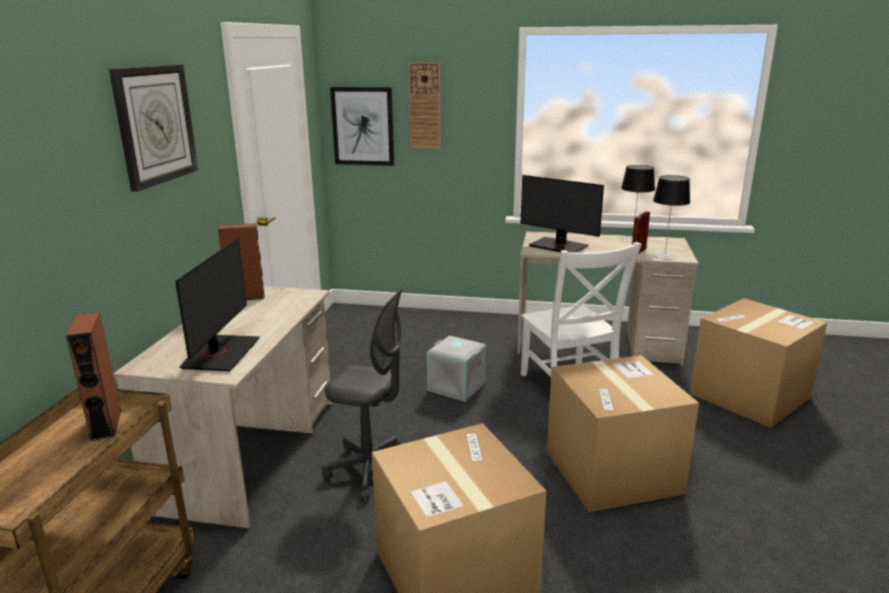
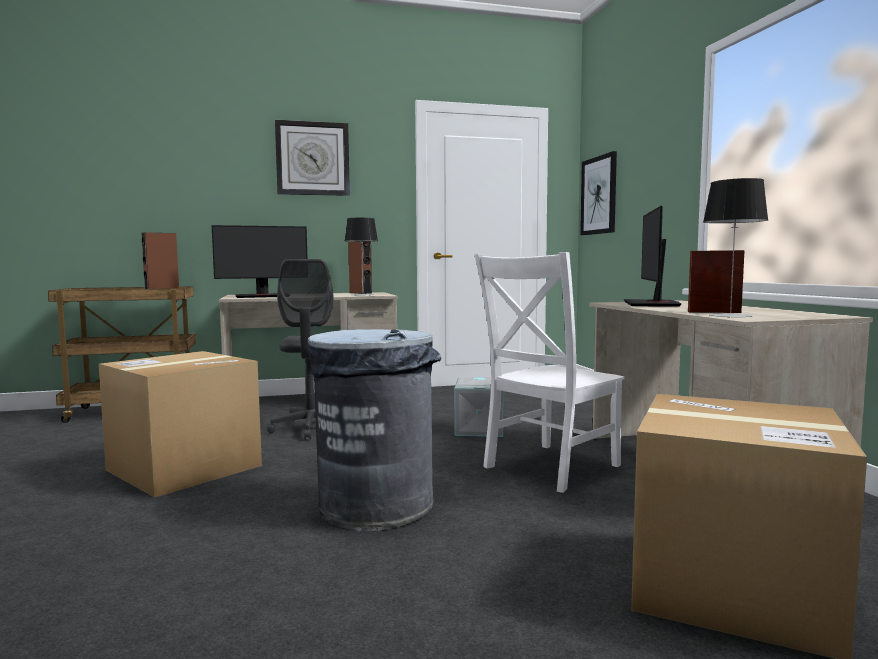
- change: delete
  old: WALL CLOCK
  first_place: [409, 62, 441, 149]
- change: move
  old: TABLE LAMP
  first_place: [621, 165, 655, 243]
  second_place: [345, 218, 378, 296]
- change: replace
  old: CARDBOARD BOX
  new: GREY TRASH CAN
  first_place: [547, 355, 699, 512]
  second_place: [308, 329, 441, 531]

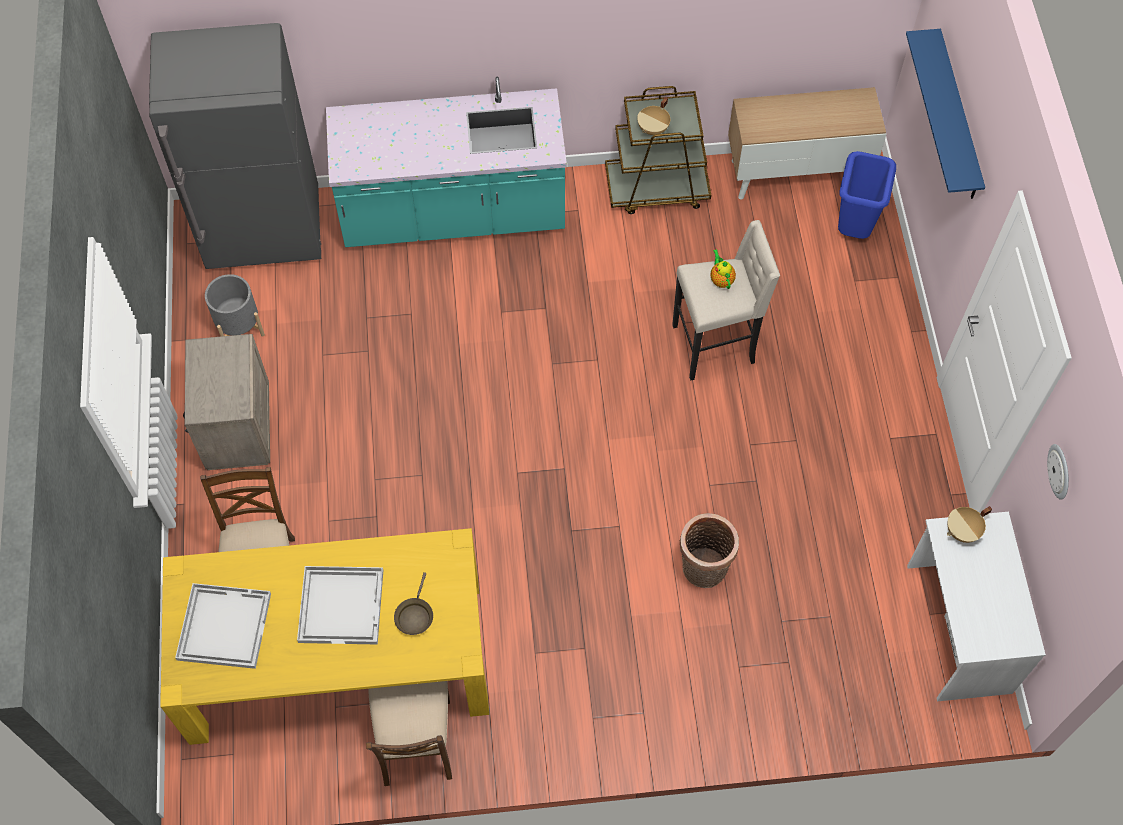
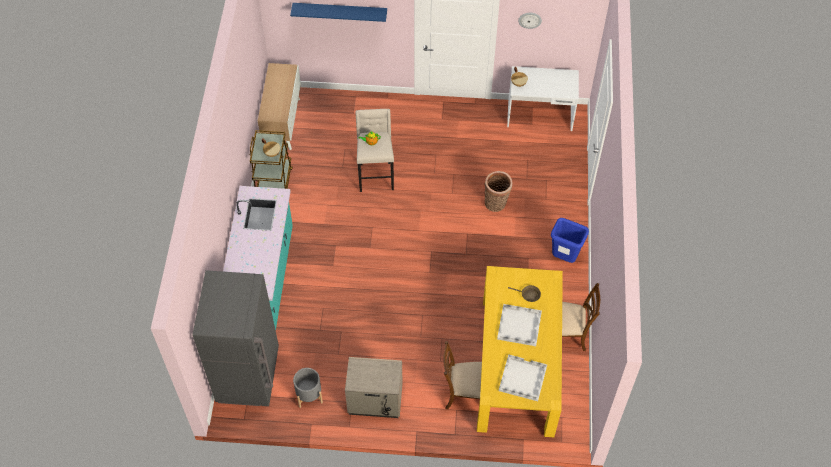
- change: move
  old: BLUE TRASH CAN
  first_place: [838, 151, 896, 239]
  second_place: [551, 218, 589, 263]

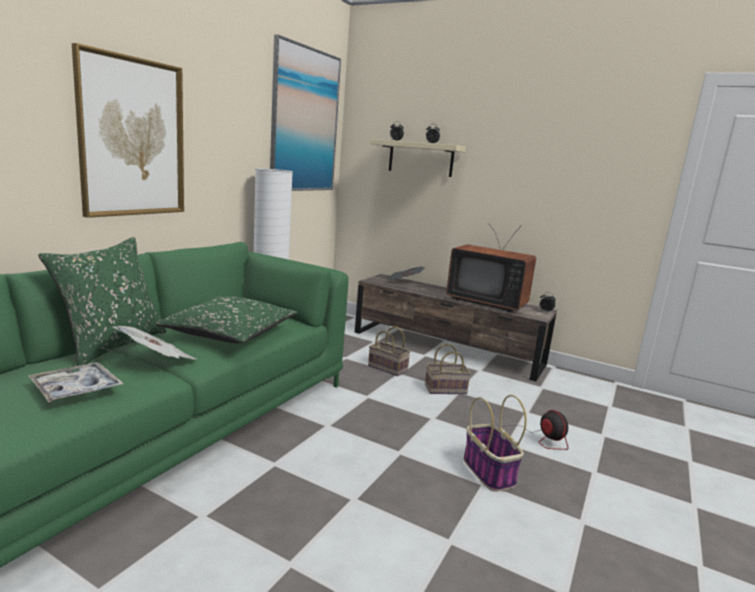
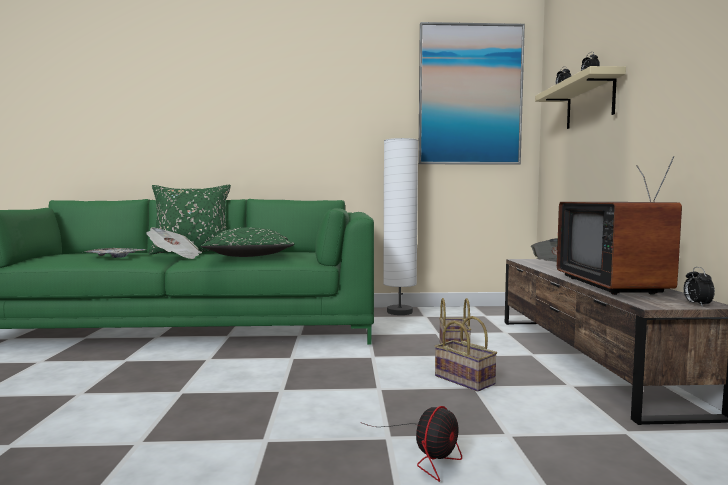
- change: delete
  old: PICTURE
  first_place: [72, 43, 184, 218]
- change: delete
  old: BASKET
  first_place: [464, 395, 527, 492]

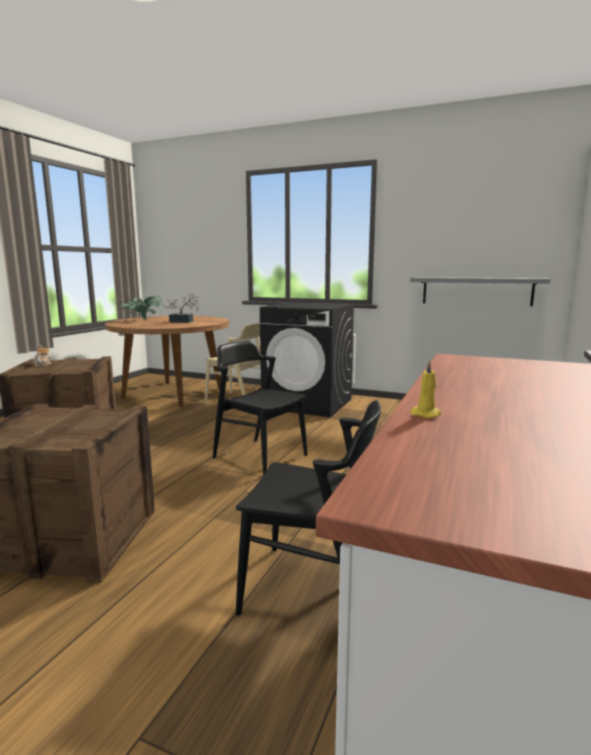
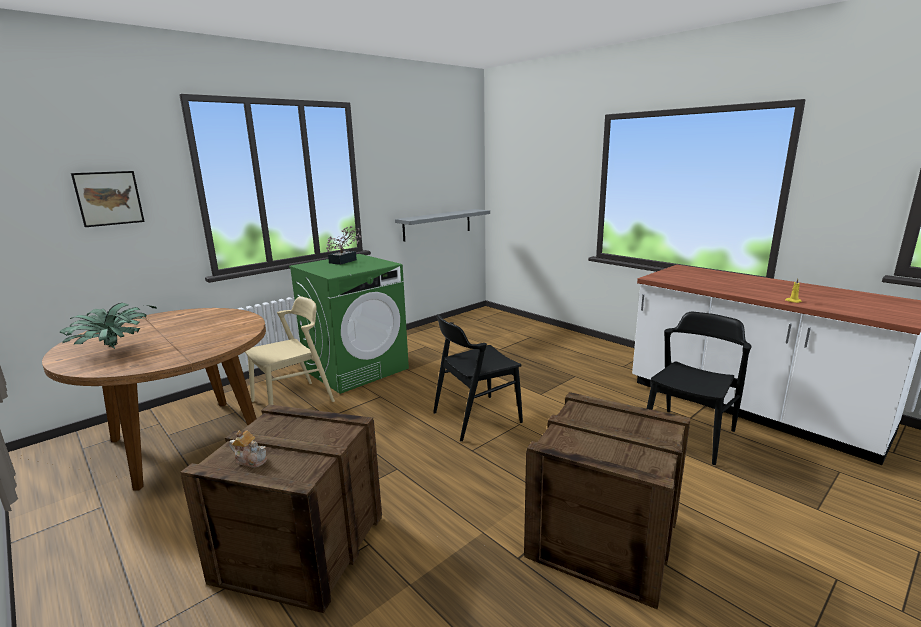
- change: insert
  new: PICTURE
  second_place: [71, 171, 145, 227]
- change: move
  old: POTTED PLANT
  first_place: [165, 293, 199, 323]
  second_place: [326, 226, 361, 265]
- change: recolor
  old: BLACK WASHING MACHINE
  new: GREEN WASHING MACHINE
  first_place: [260, 302, 355, 417]
  second_place: [289, 254, 409, 394]

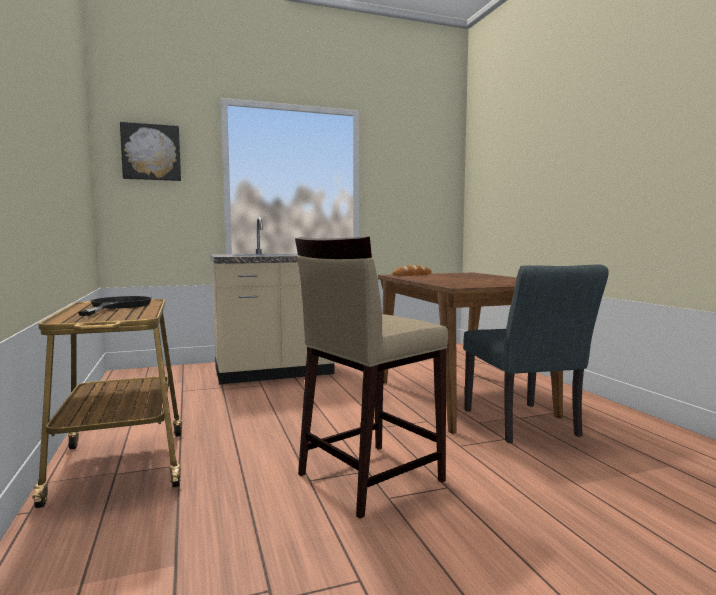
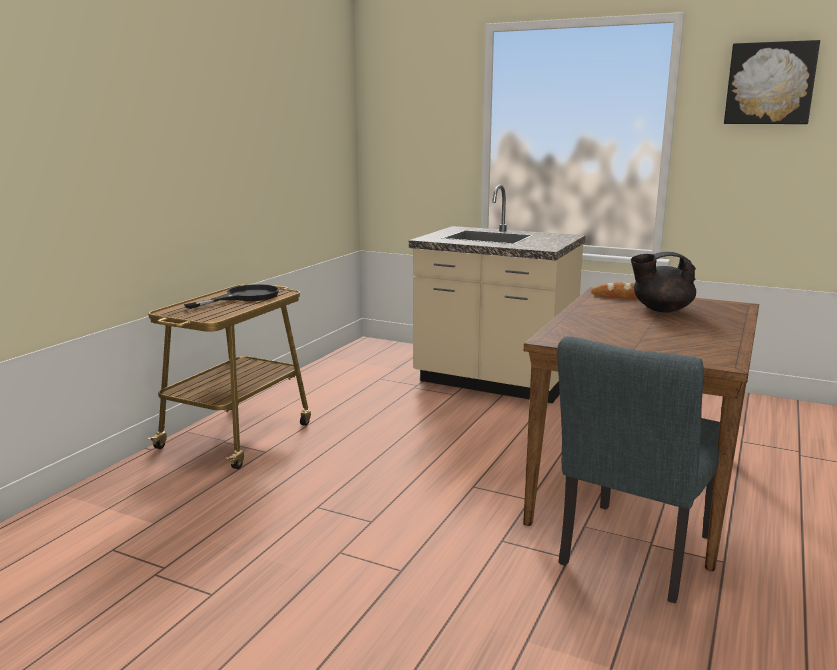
- change: delete
  old: BEIGE STOOL
  first_place: [295, 237, 448, 519]
- change: insert
  new: BLACK TEAPOT
  second_place: [631, 252, 696, 313]
- change: move
  old: PICTURE
  first_place: [120, 122, 181, 181]
  second_place: [724, 40, 820, 124]

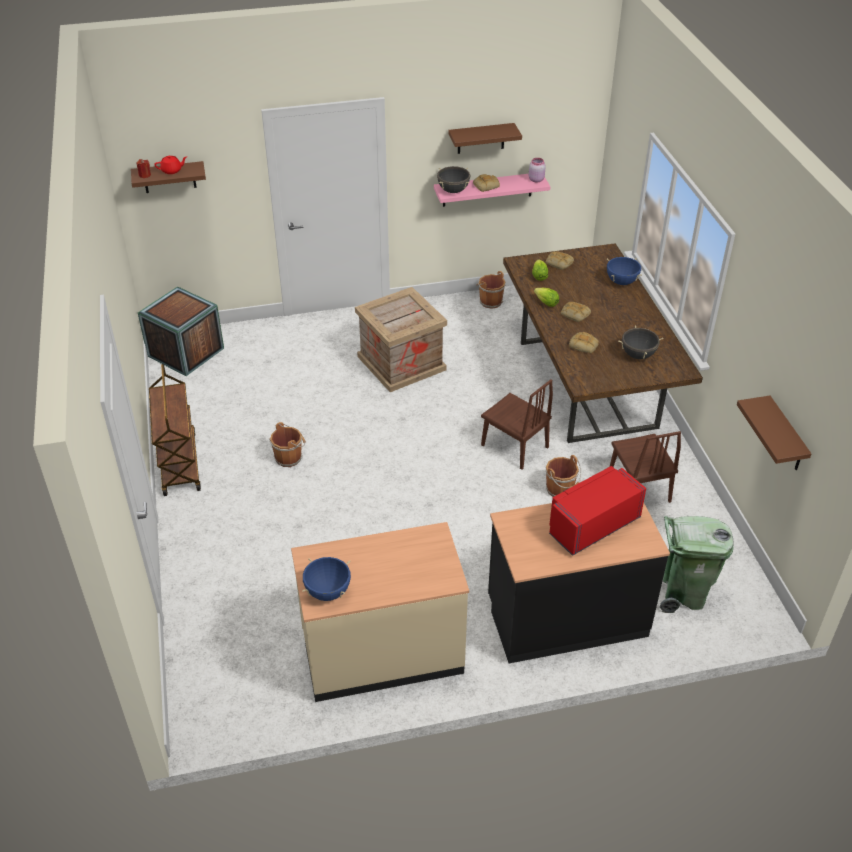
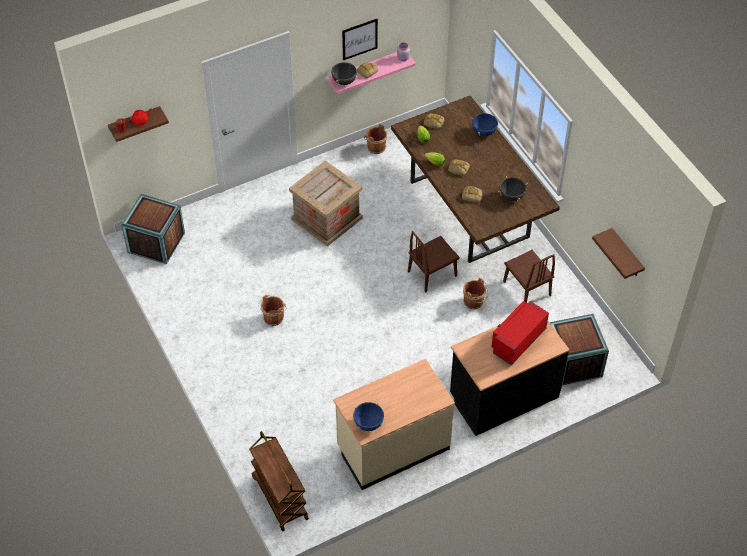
- change: move
  old: BROWN CART
  first_place: [149, 364, 201, 496]
  second_place: [249, 431, 309, 531]
- change: replace
  old: BROWN SHELF
  new: PICTURE
  first_place: [448, 123, 522, 154]
  second_place: [342, 19, 378, 60]
- change: replace
  old: GREEN TRASH CAN
  new: CRATE
  first_place: [660, 516, 734, 613]
  second_place: [549, 314, 609, 385]
- change: rotate
  old: BROWN CHAIR
  first_place: [481, 379, 553, 470]
  second_place: [408, 231, 460, 293]
  degrees: 120

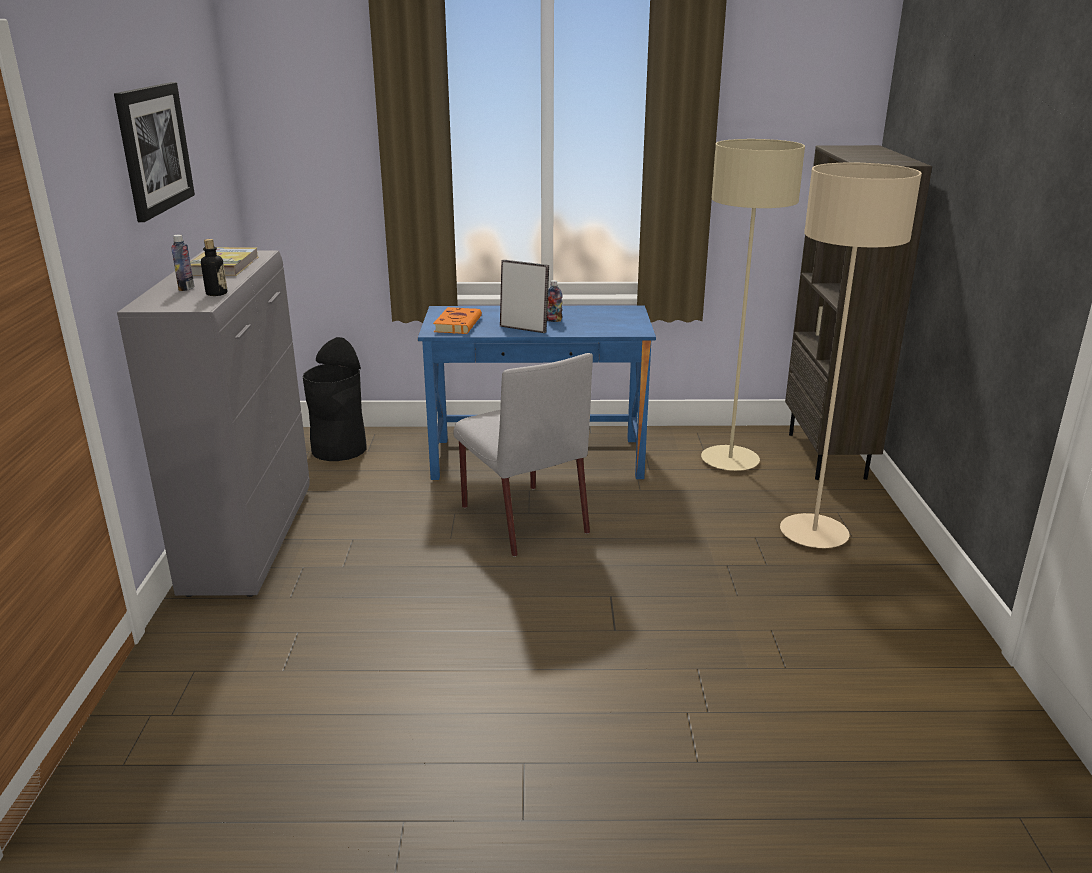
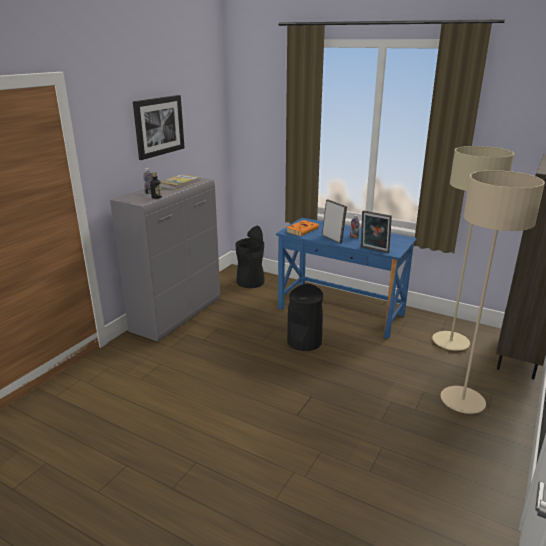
- change: insert
  new: PICTURE FRAME
  second_place: [361, 210, 392, 253]
- change: replace
  old: GREY CHAIR
  new: BLACK TRASH CAN
  first_place: [453, 353, 593, 557]
  second_place: [287, 284, 323, 351]

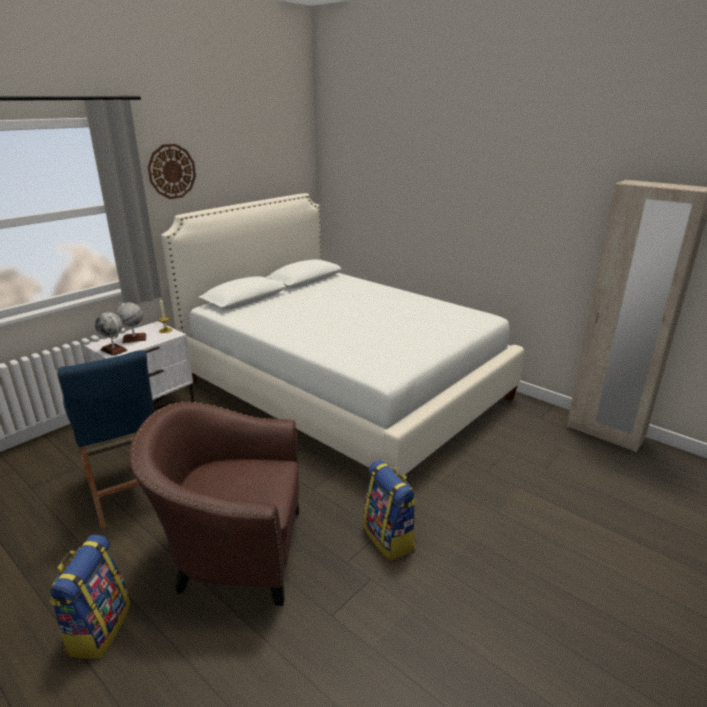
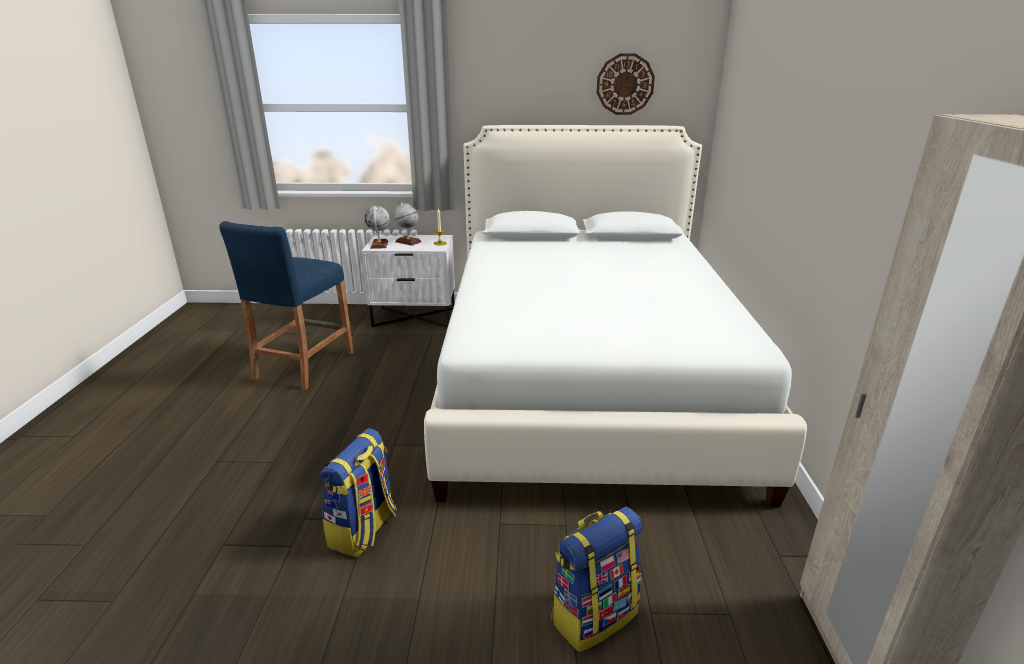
- change: delete
  old: BROWN ARMCHAIR
  first_place: [129, 401, 300, 606]
- change: move
  old: BACKPACK
  first_place: [49, 535, 130, 659]
  second_place: [551, 507, 643, 652]
- change: move
  old: WALL CLOCK
  first_place: [148, 144, 196, 199]
  second_place: [597, 53, 655, 115]

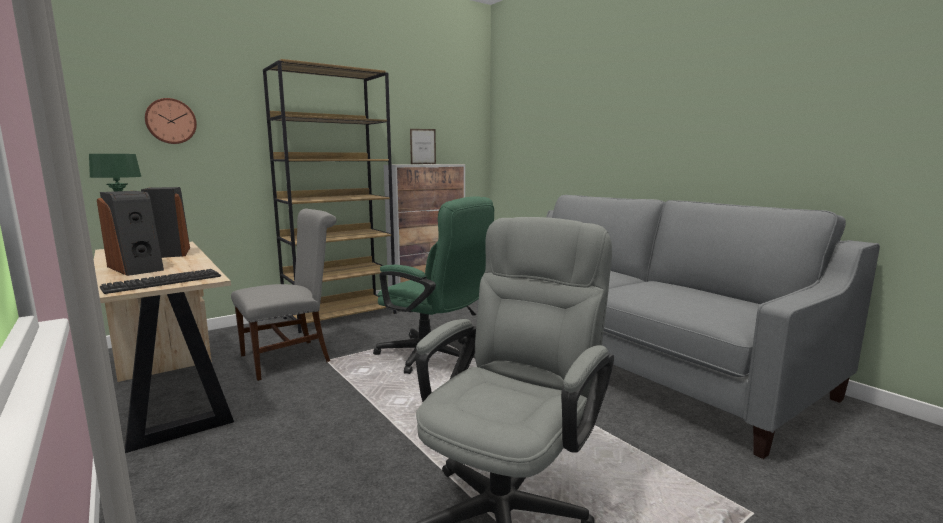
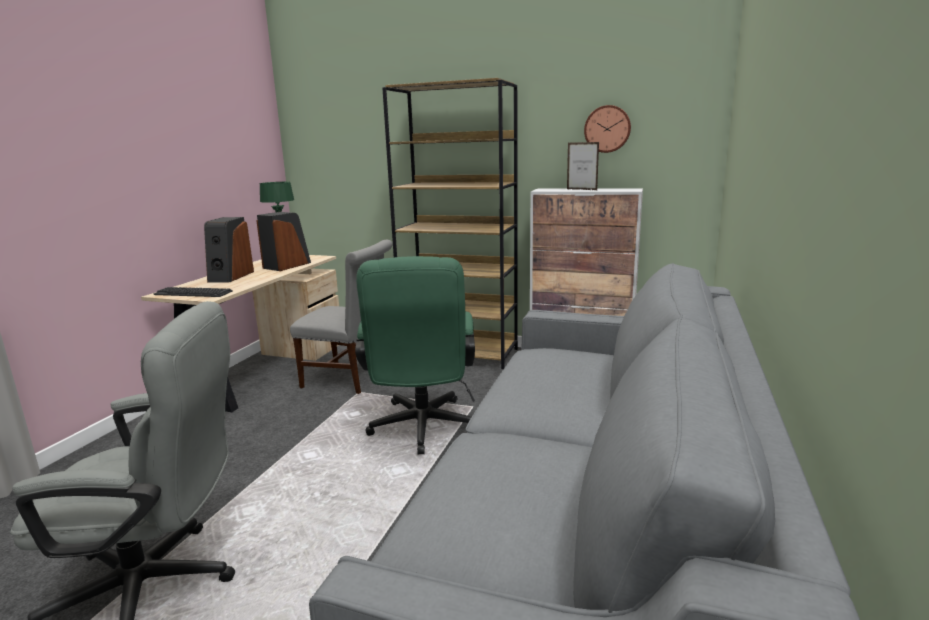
- change: move
  old: WALL CLOCK
  first_place: [145, 98, 197, 144]
  second_place: [584, 105, 631, 153]

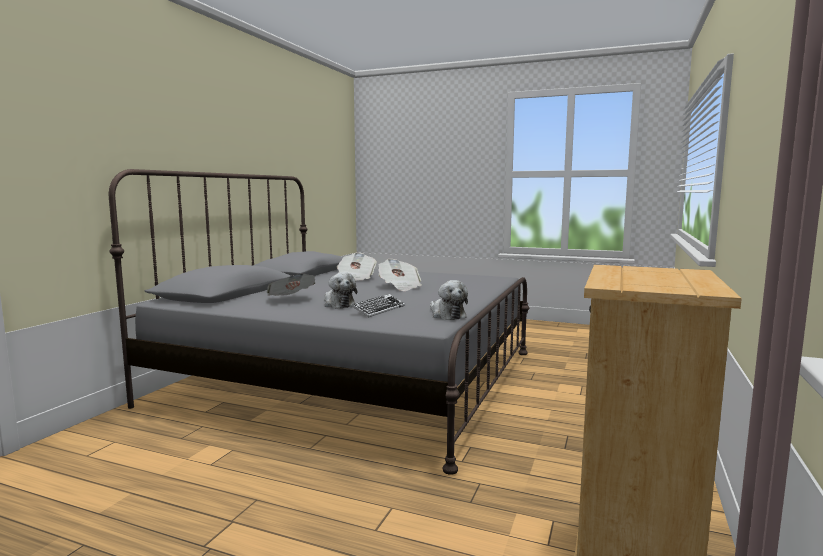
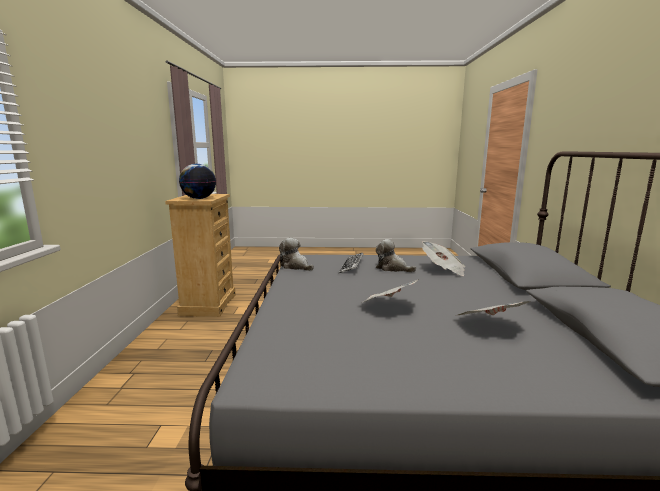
- change: insert
  new: GLOBE
  second_place: [179, 164, 216, 199]

